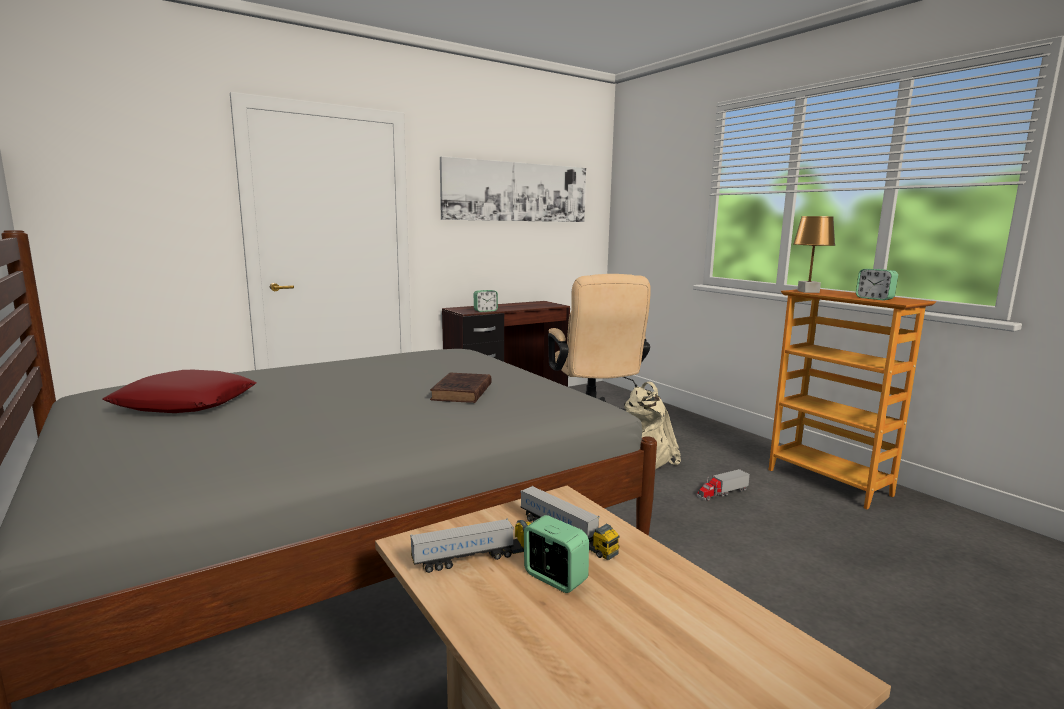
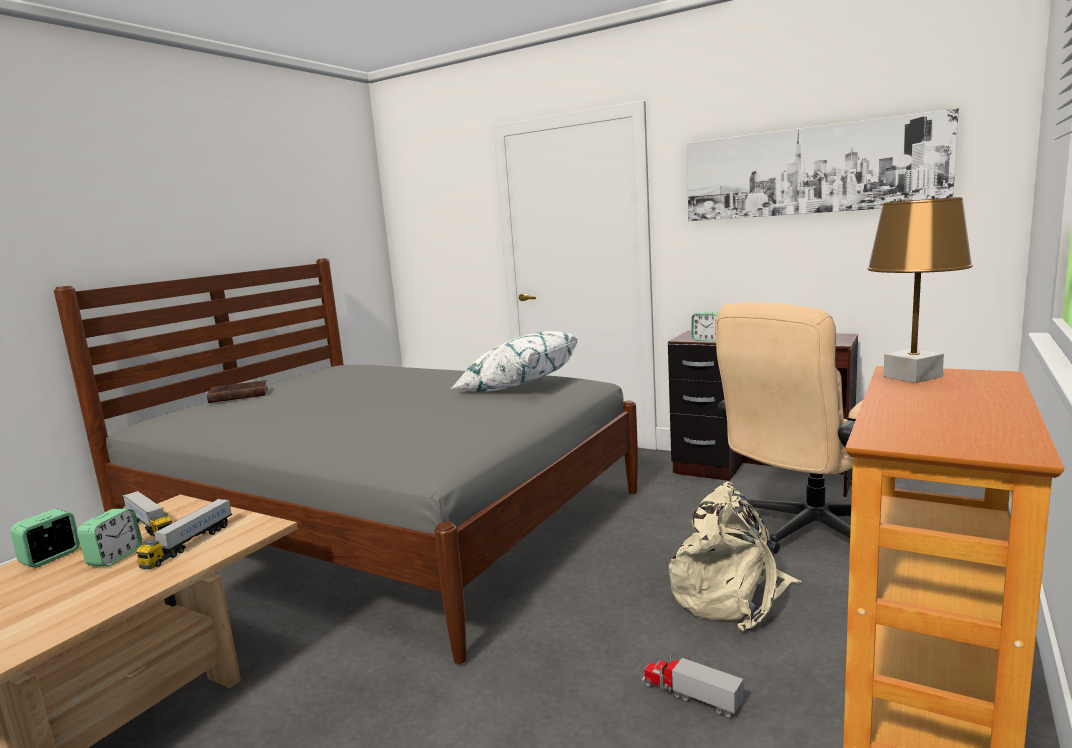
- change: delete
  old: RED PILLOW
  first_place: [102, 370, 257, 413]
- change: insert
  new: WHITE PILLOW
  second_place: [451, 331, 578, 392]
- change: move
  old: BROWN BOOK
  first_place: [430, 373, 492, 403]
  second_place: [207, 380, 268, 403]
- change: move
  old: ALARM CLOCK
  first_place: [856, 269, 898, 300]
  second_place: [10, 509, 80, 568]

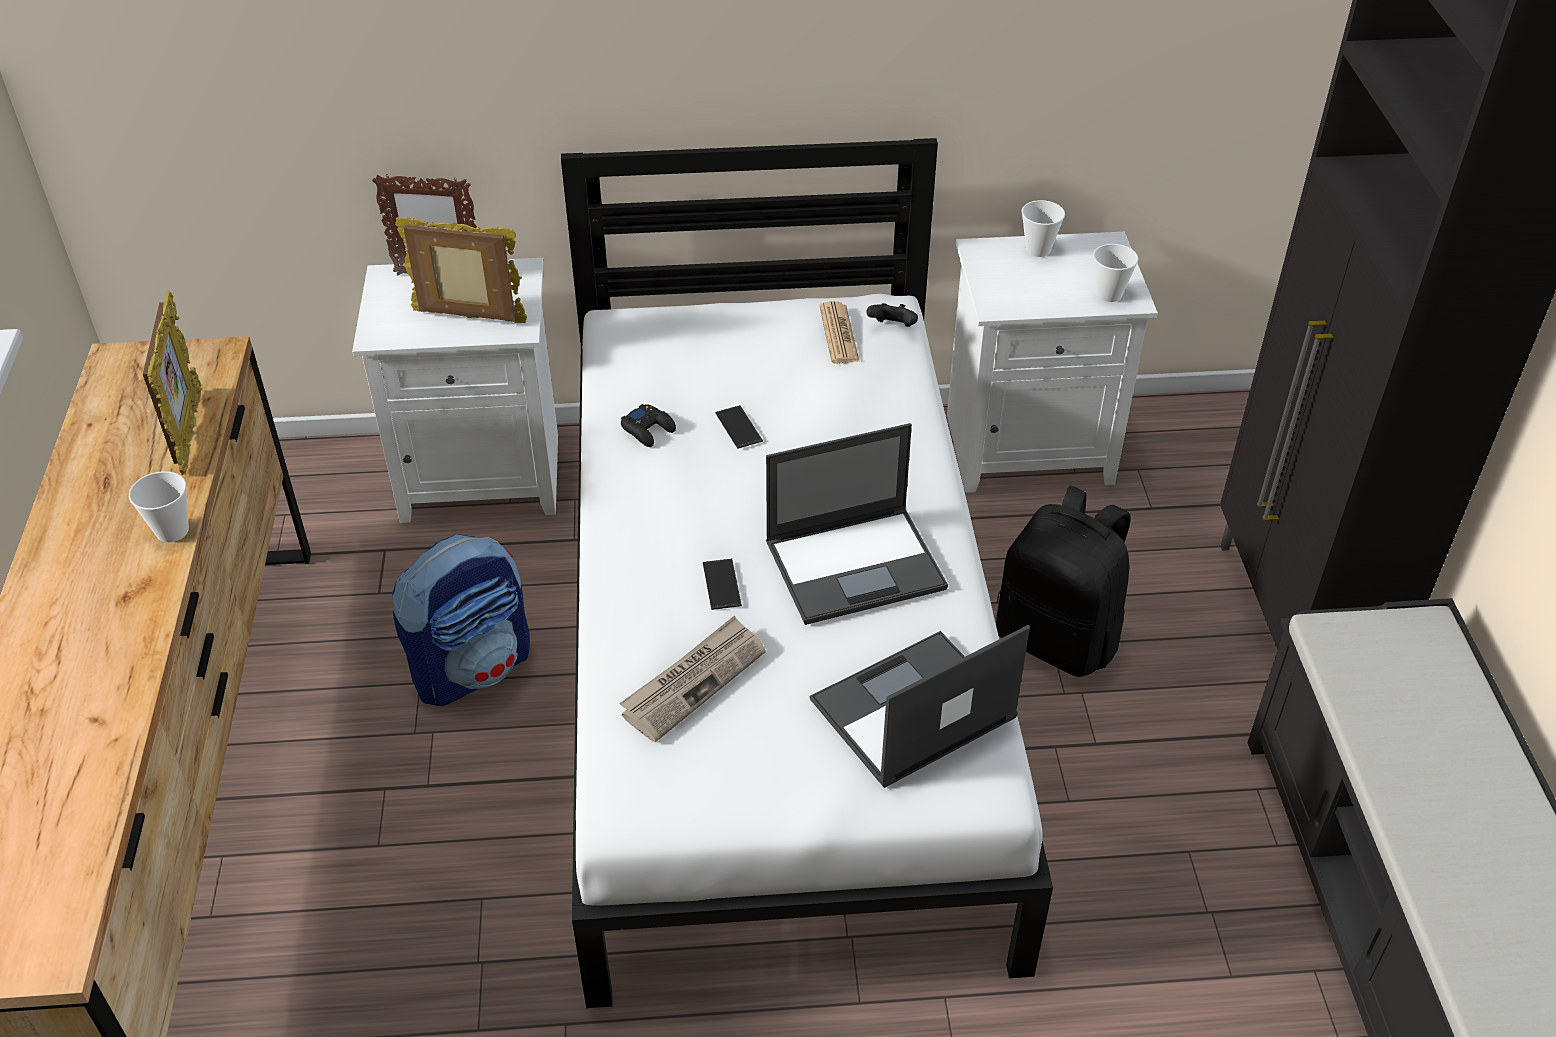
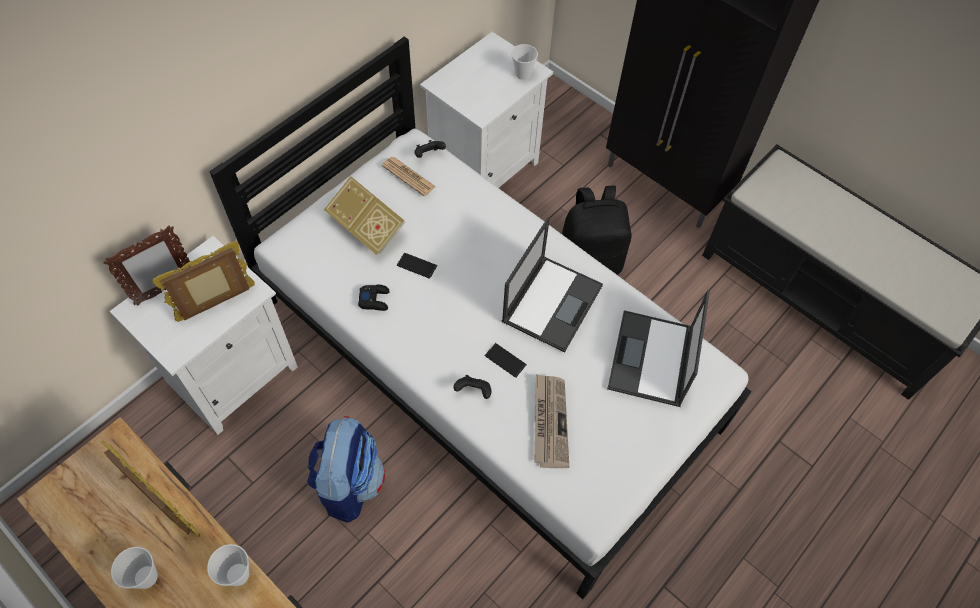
- change: insert
  new: BOOK
  second_place: [324, 176, 405, 255]
- change: insert
  new: BLACK GAME CONTROLLER
  second_place: [453, 375, 491, 399]
- change: move
  old: CUP
  first_place: [1021, 200, 1065, 257]
  second_place: [111, 547, 158, 589]

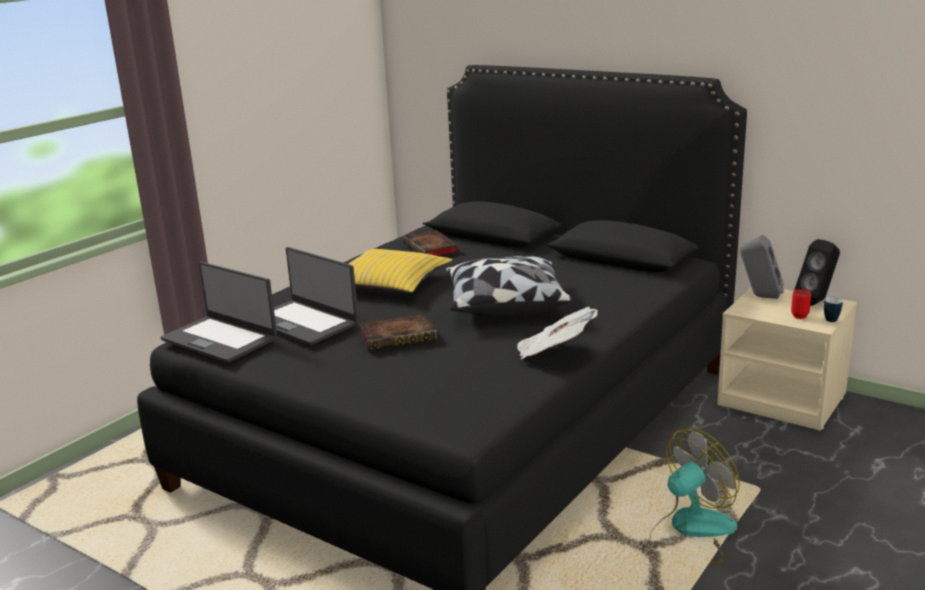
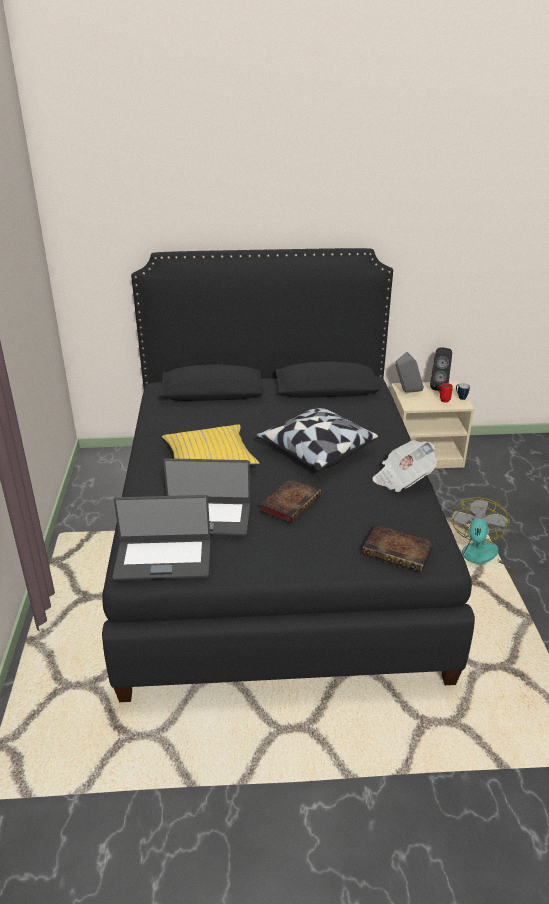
- change: move
  old: BOOK
  first_place: [403, 230, 459, 256]
  second_place: [362, 525, 434, 572]

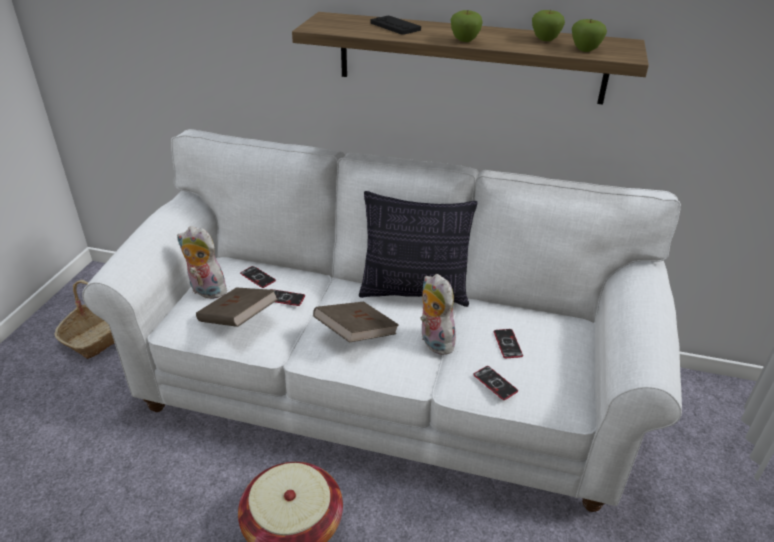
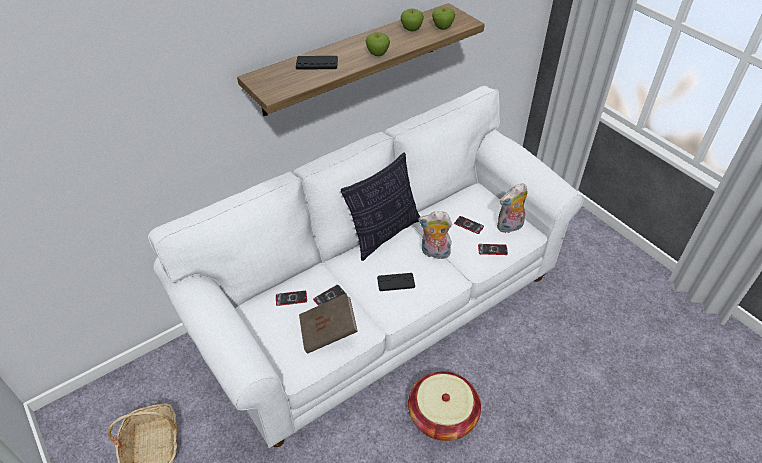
- change: move
  old: PLUSH TOY
  first_place: [177, 226, 228, 299]
  second_place: [497, 183, 528, 233]
- change: replace
  old: BROWN BOOK
  new: BLACK GAME CONTROLLER
  first_place: [313, 302, 399, 343]
  second_place: [377, 273, 415, 291]

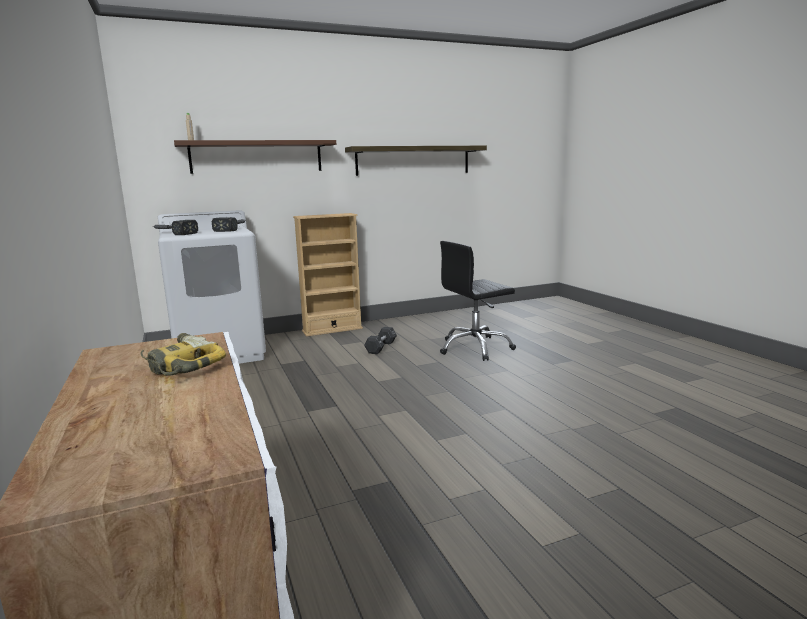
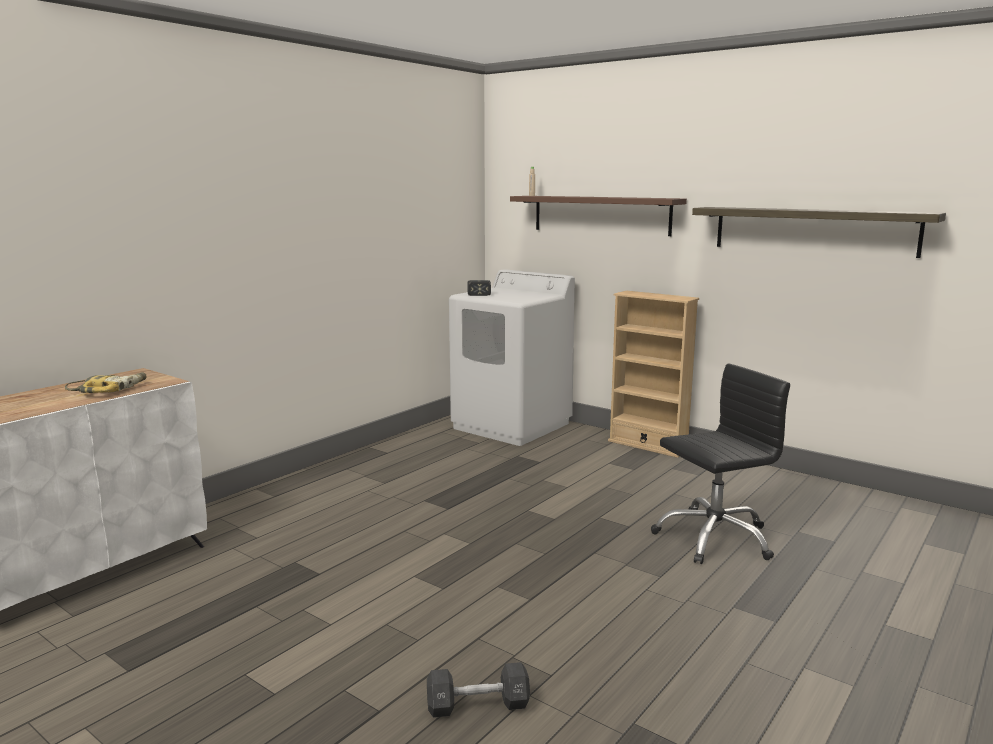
- change: delete
  old: HAMMER
  first_place: [212, 217, 245, 232]
- change: move
  old: BLACK DUMBBELL
  first_place: [364, 327, 397, 354]
  second_place: [427, 662, 530, 718]
- change: rotate
  old: BLACK OFFICE CHAIR
  first_place: [440, 241, 516, 361]
  second_place: [651, 364, 790, 564]
  degrees: 120

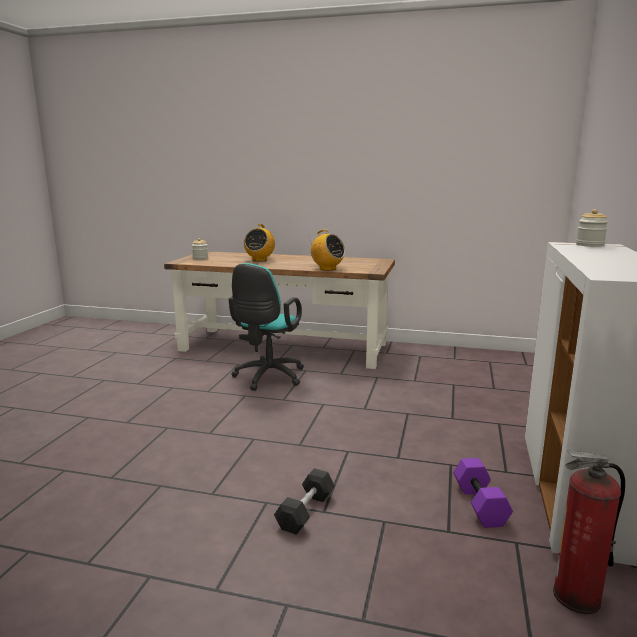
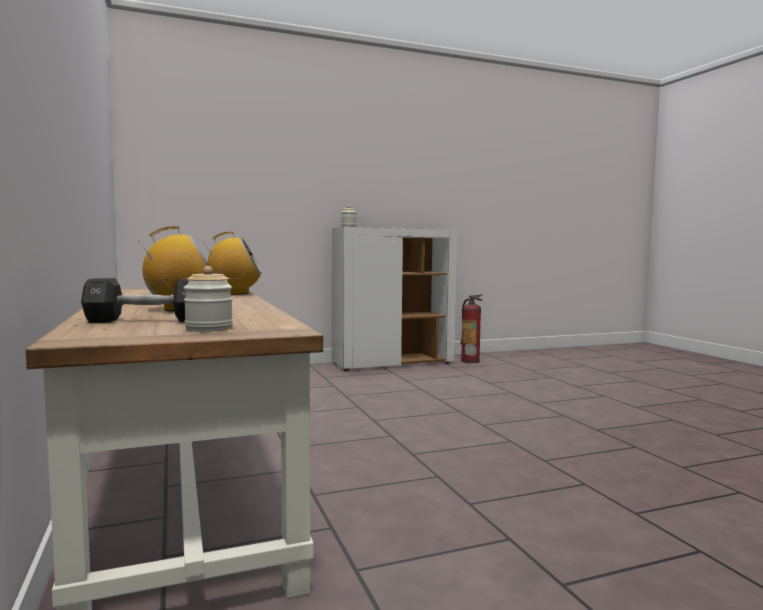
- change: delete
  old: TURQUOISE OFFICE CHAIR
  first_place: [229, 263, 304, 391]
- change: delete
  old: PURPLE DUMBBELL
  first_place: [453, 458, 513, 528]
- change: move
  old: BLACK DUMBBELL
  first_place: [274, 468, 335, 535]
  second_place: [81, 278, 189, 323]
- change: rotate
  old: RADIO
  first_place: [308, 230, 345, 271]
  second_place: [203, 232, 262, 295]
  degrees: 75

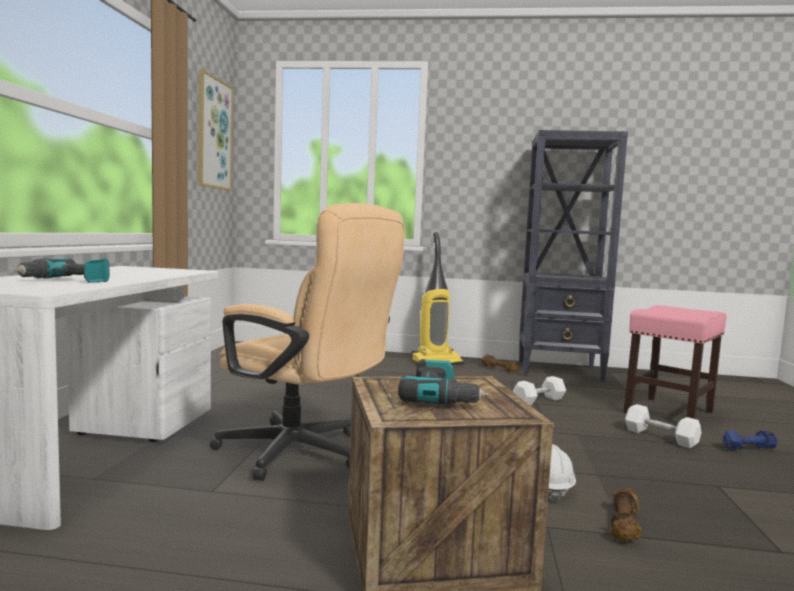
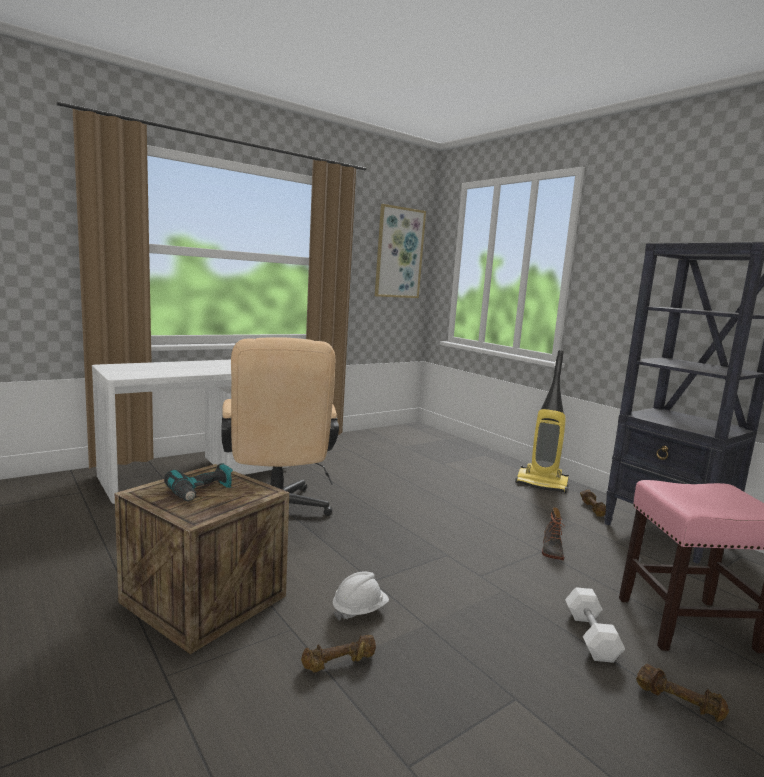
- change: delete
  old: POWER DRILL
  first_place: [14, 258, 109, 283]
- change: replace
  old: WHITE DUMBBELL
  new: BOOT
  first_place: [513, 376, 566, 405]
  second_place: [542, 507, 565, 560]
- change: recolor
  old: BLUE DUMBBELL
  new: BROWN DUMBBELL
  first_place: [723, 430, 778, 450]
  second_place: [636, 664, 729, 722]

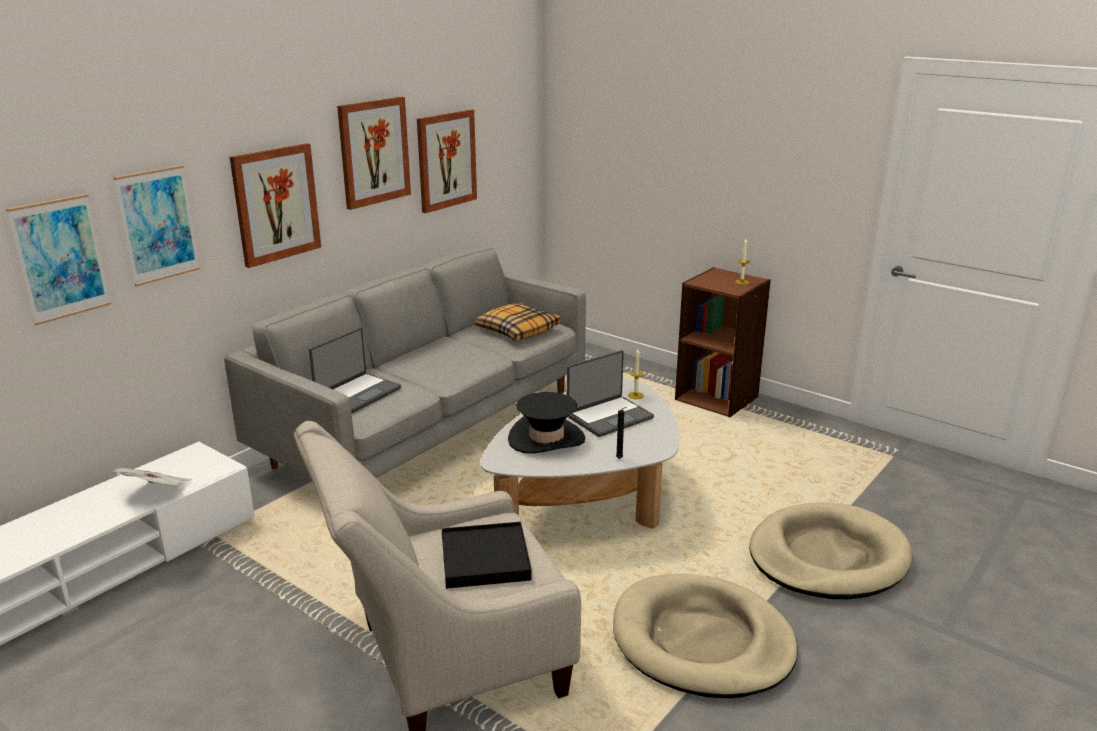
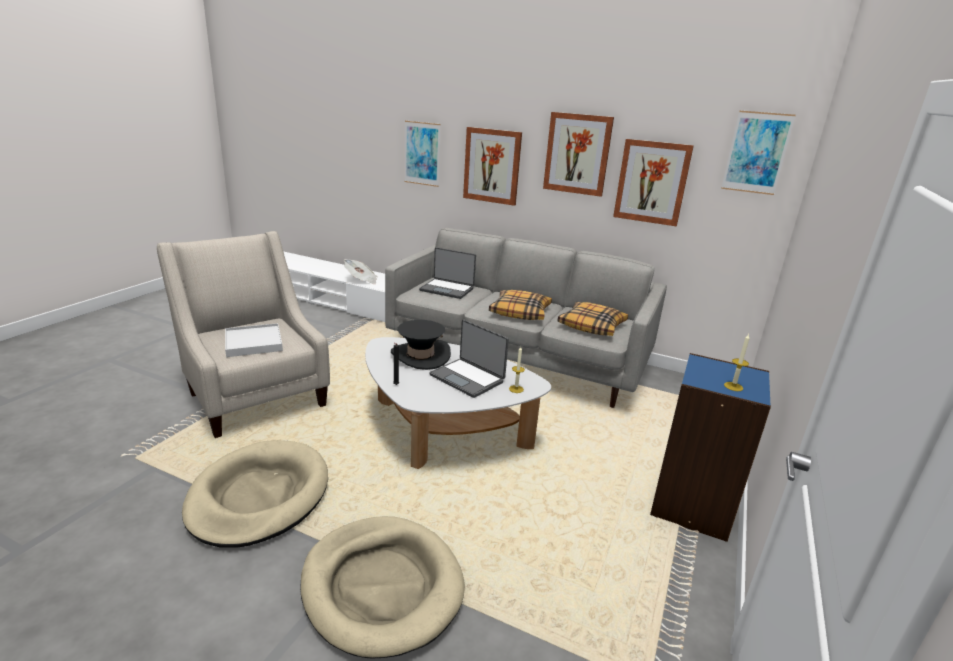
- change: insert
  new: PILLOW
  second_place: [489, 290, 552, 320]
- change: move
  old: PICTURE
  first_place: [6, 194, 111, 325]
  second_place: [721, 111, 796, 195]
- change: recolor
  old: BLACK TRAY
  new: WHITE TRAY
  first_place: [442, 522, 532, 589]
  second_place: [225, 323, 283, 357]
- change: recolor
  old: BROWN BOOKCASE
  new: BLUE BOOKCASE
  first_place: [675, 267, 771, 417]
  second_place: [650, 353, 771, 542]

